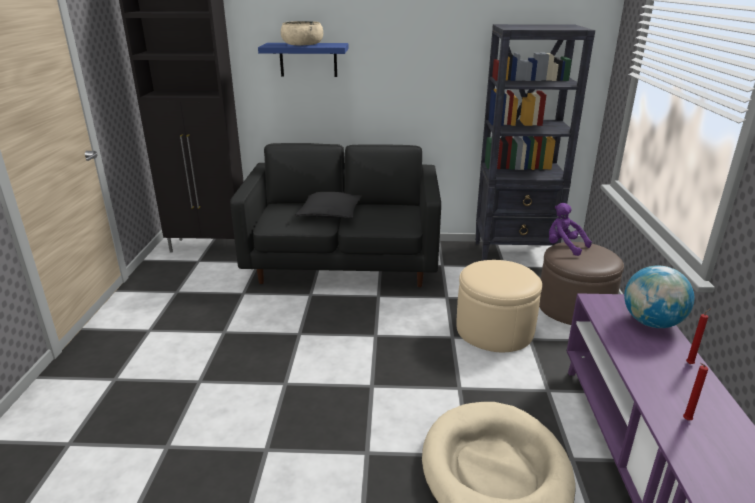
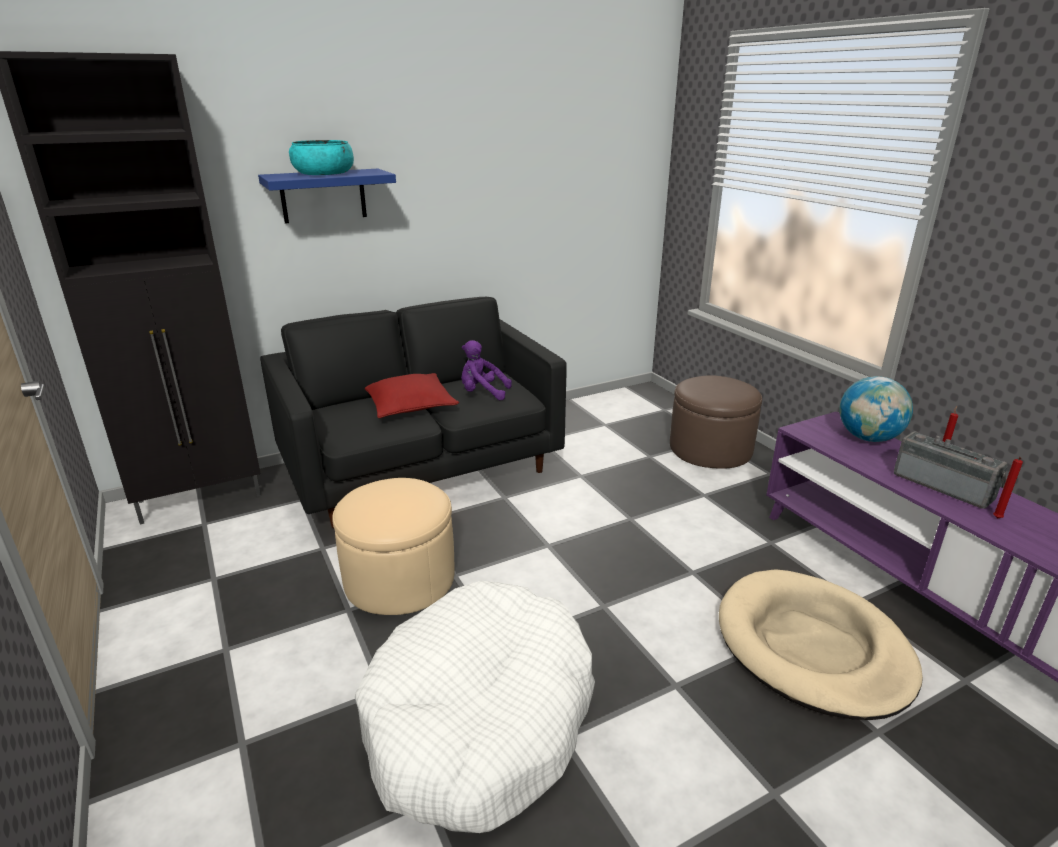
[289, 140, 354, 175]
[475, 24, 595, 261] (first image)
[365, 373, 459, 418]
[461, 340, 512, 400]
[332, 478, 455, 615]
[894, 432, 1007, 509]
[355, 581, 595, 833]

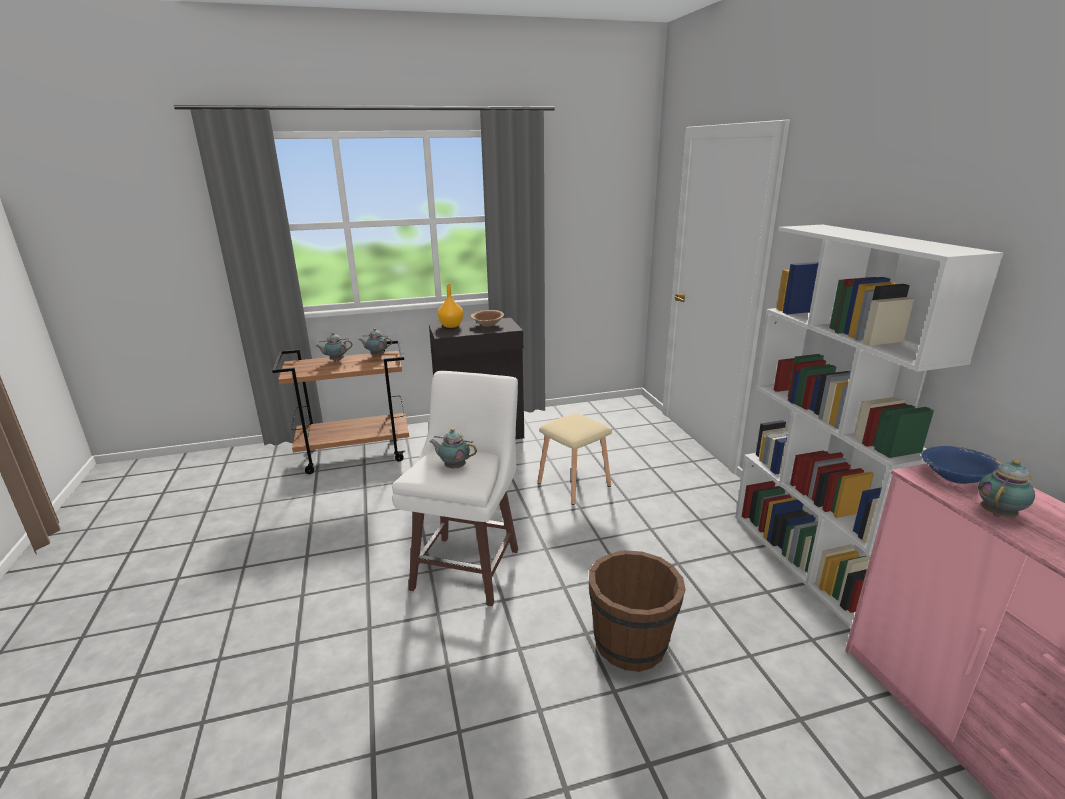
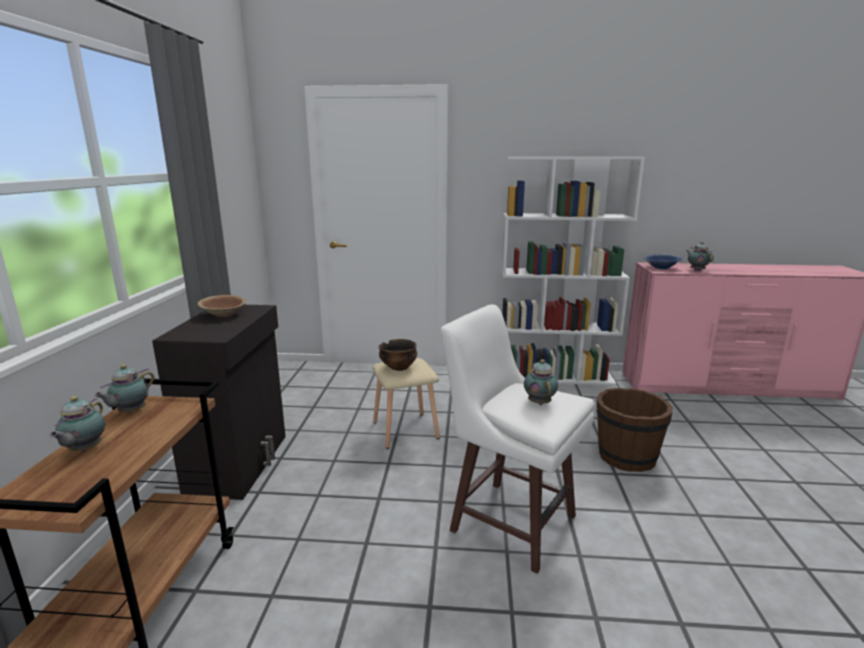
[437, 284, 464, 328] (first image)
[524, 359, 558, 405]
[379, 339, 417, 371]

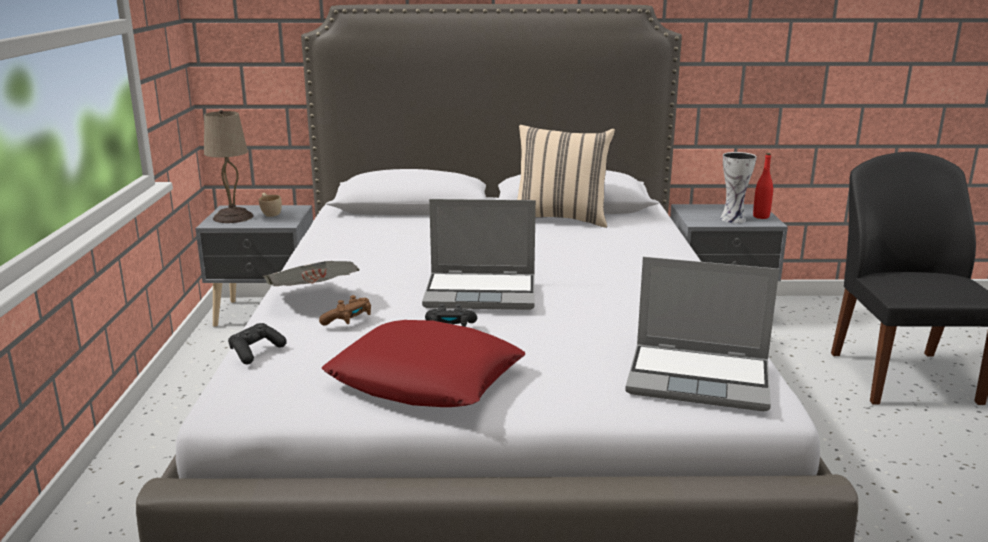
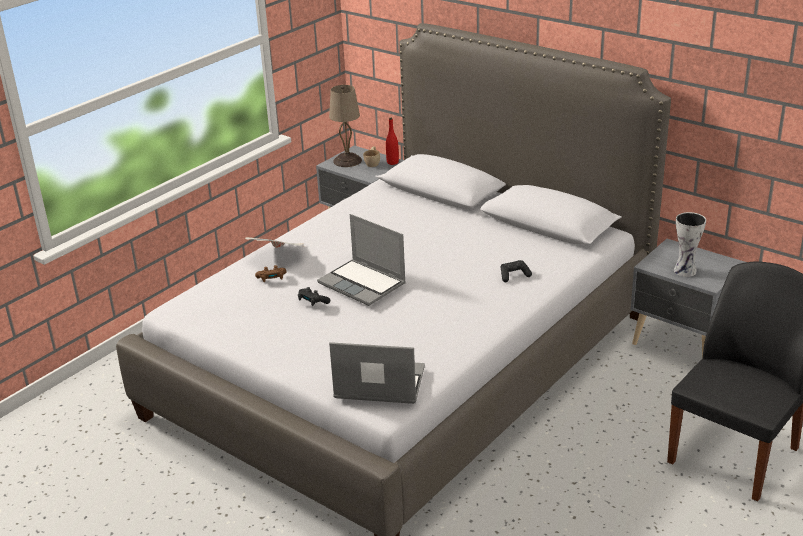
[517, 125, 615, 228] (first image)
[386, 118, 399, 165]
[329, 342, 425, 404]
[322, 320, 525, 407] (first image)
[501, 260, 532, 282]

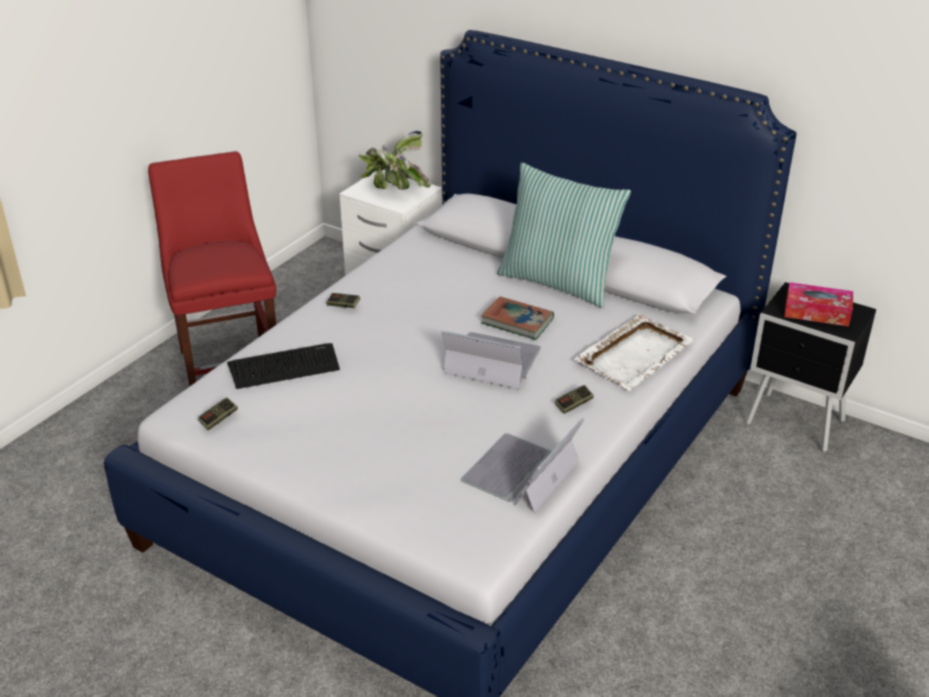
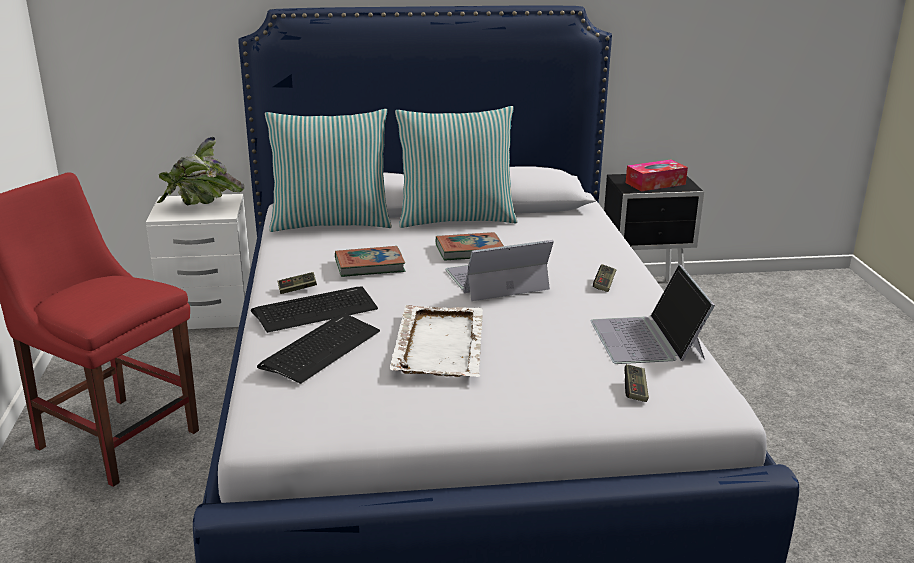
[390, 305, 483, 377]
[624, 364, 649, 402]
[265, 109, 392, 232]
[335, 246, 405, 277]
[251, 286, 378, 333]

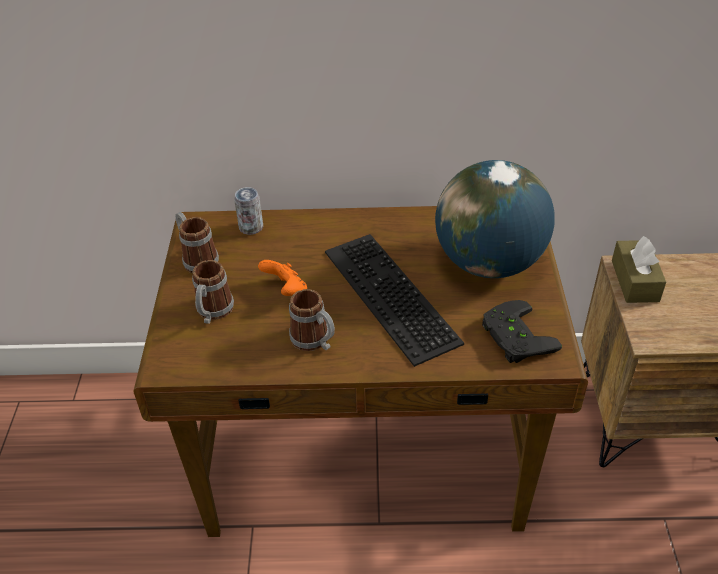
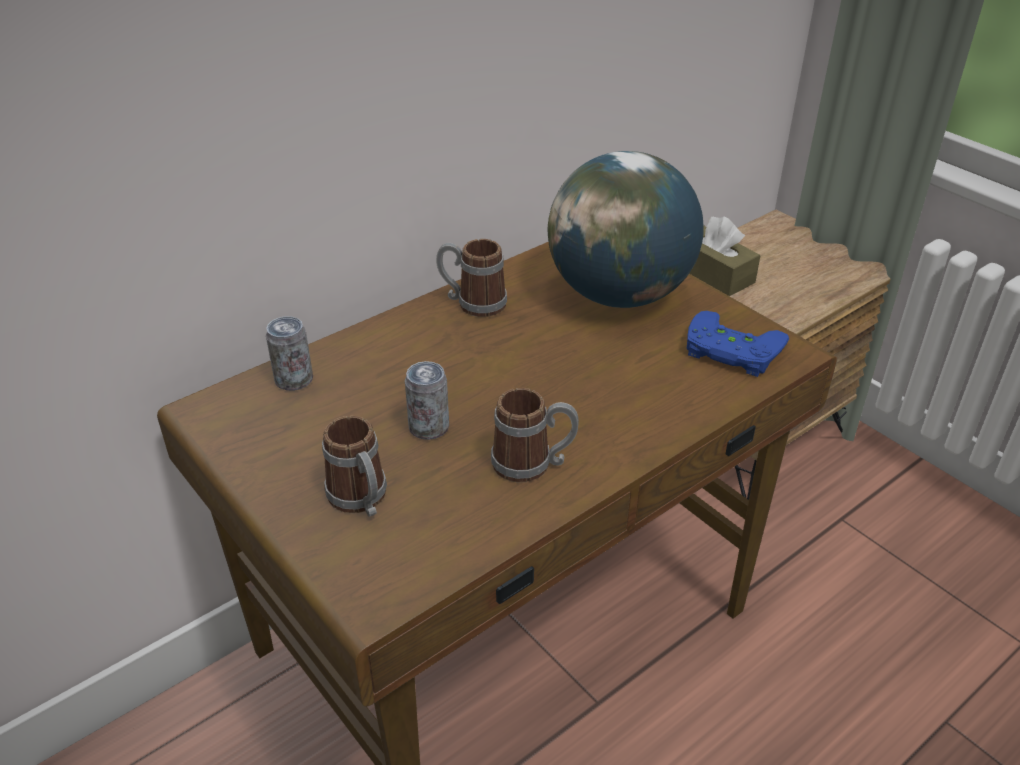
[436, 239, 507, 317]
[325, 234, 464, 367] (first image)
[405, 361, 449, 440]
[687, 311, 789, 377]

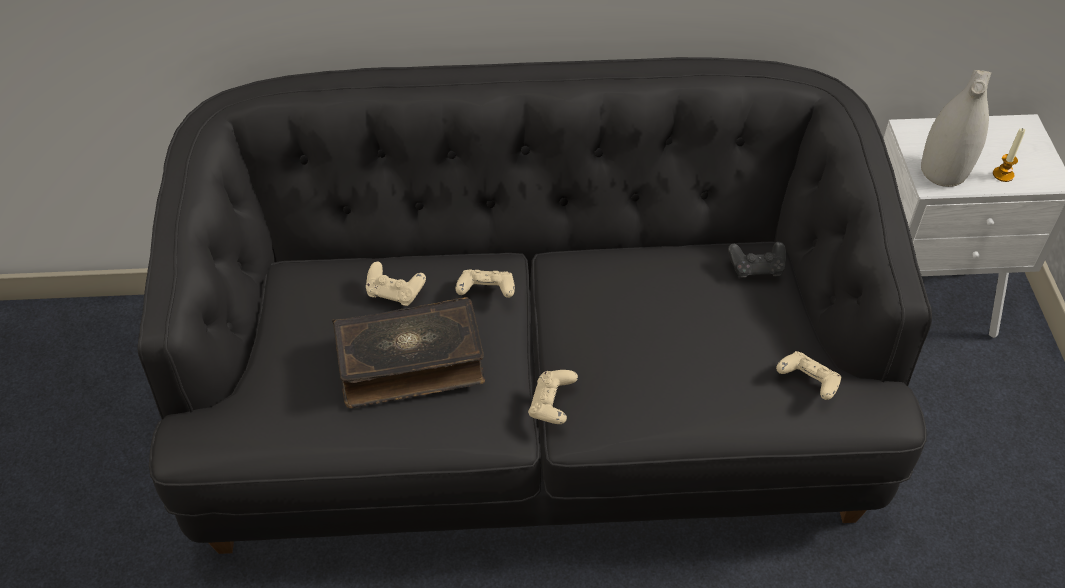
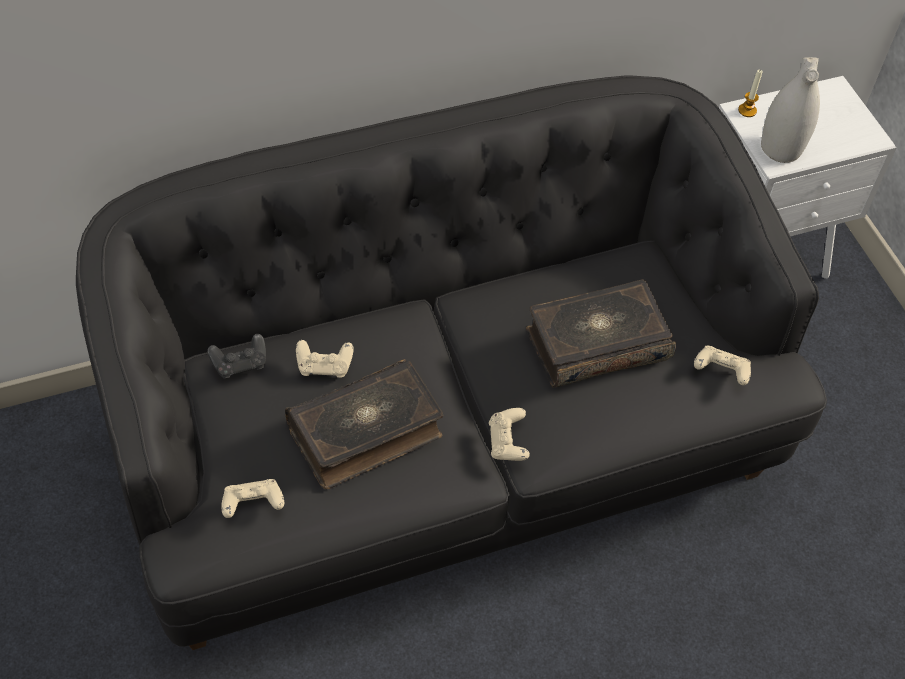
[738, 69, 763, 117]
[207, 334, 266, 379]
[222, 479, 284, 518]
[526, 279, 676, 388]

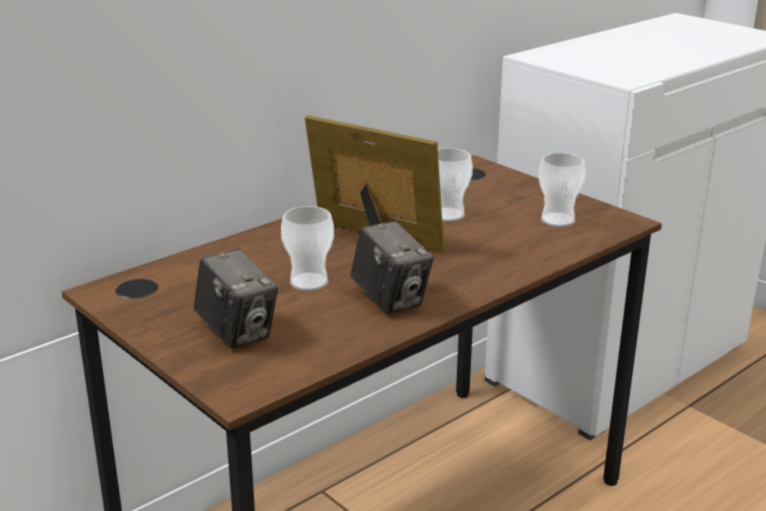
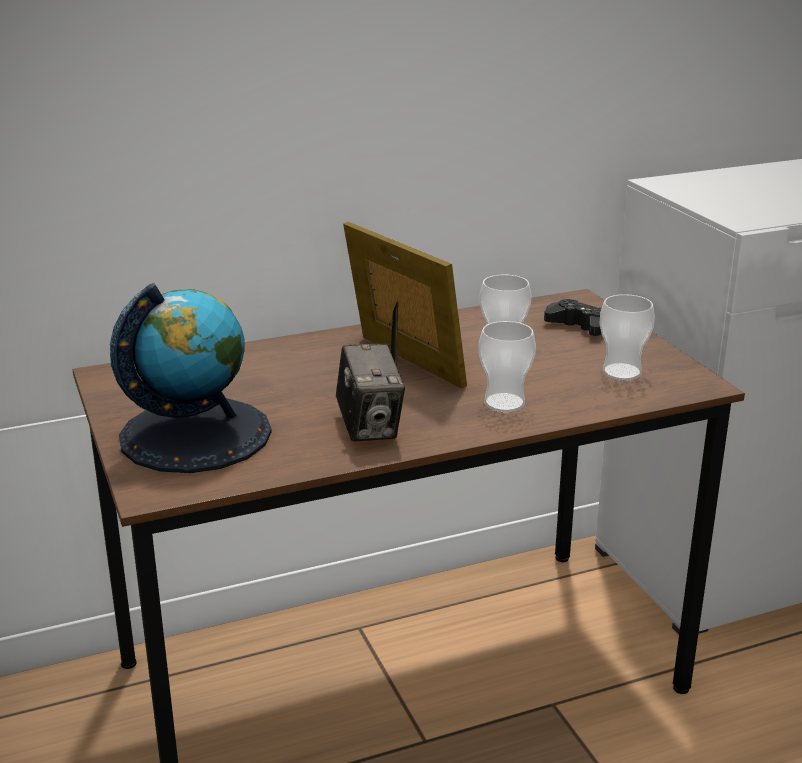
[478, 321, 536, 412]
[110, 283, 272, 473]
[544, 299, 602, 336]

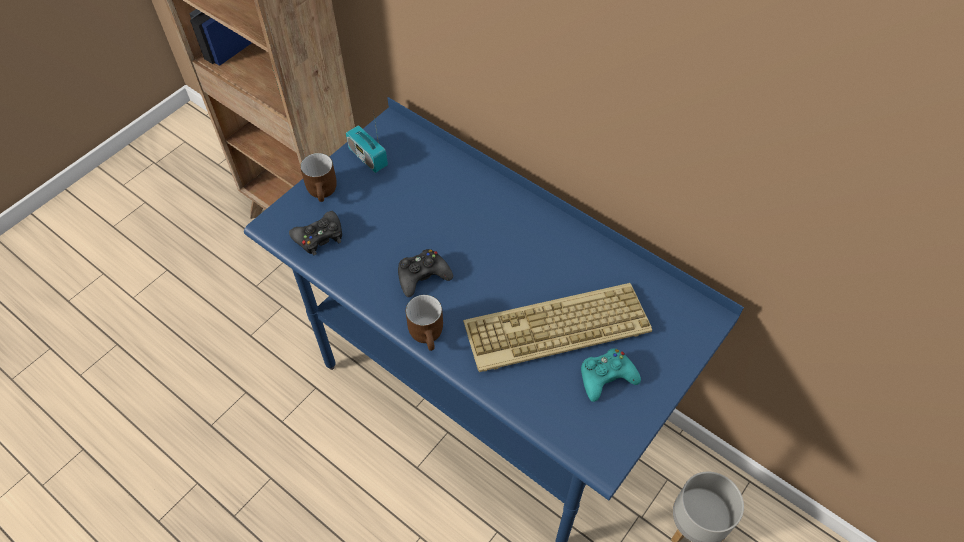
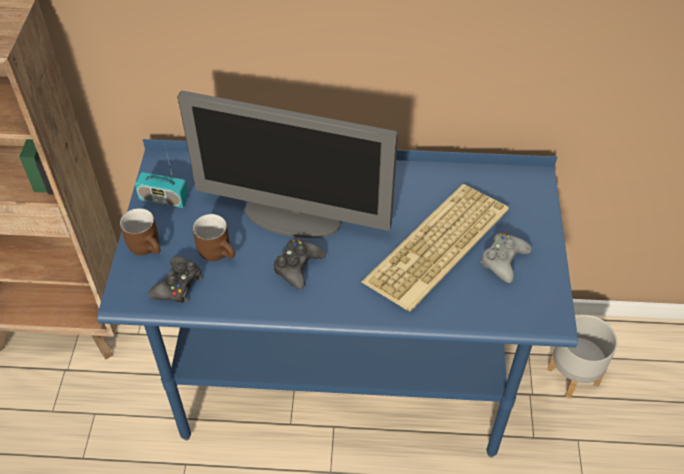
[193, 214, 235, 261]
[480, 233, 532, 283]
[177, 91, 398, 238]

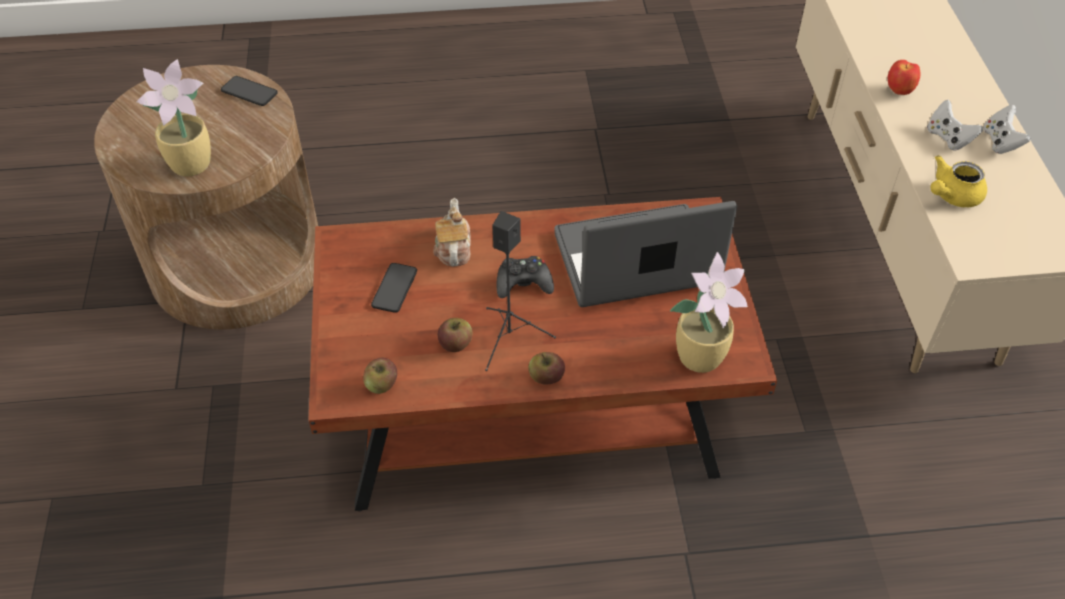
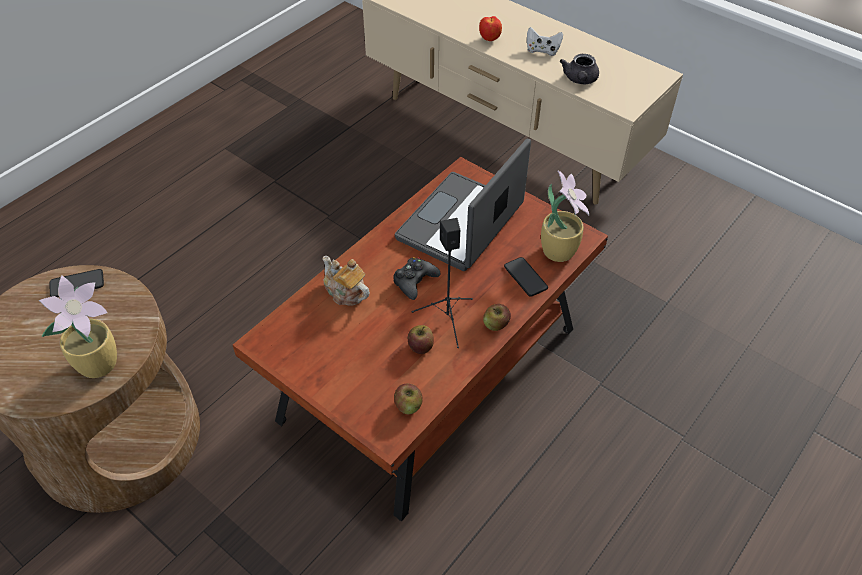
[983, 105, 1031, 154] (first image)
[560, 54, 599, 84]
[504, 257, 548, 297]

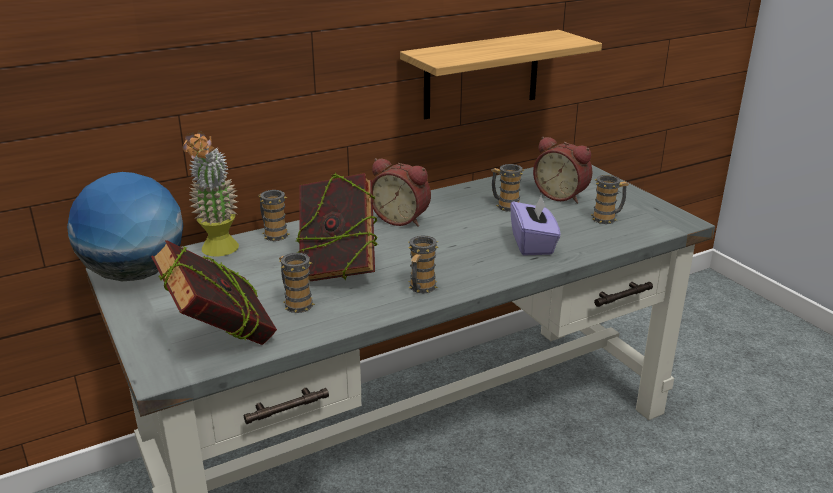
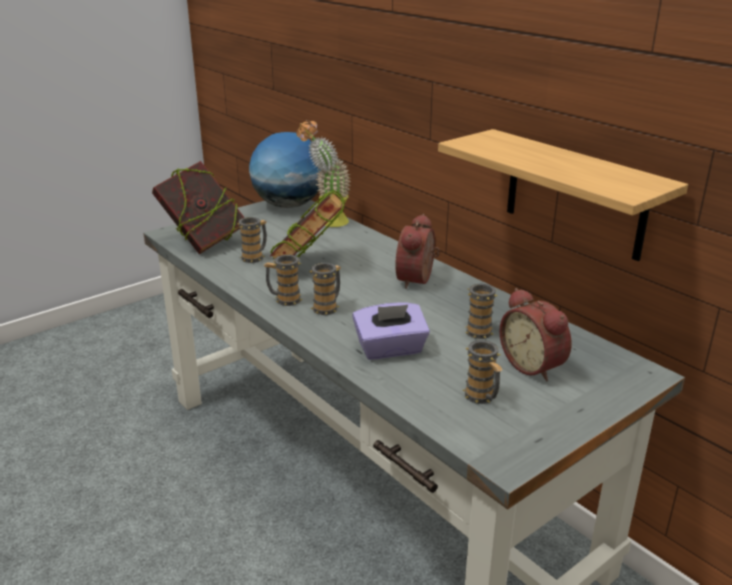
[499, 288, 572, 381]
[309, 263, 341, 315]

